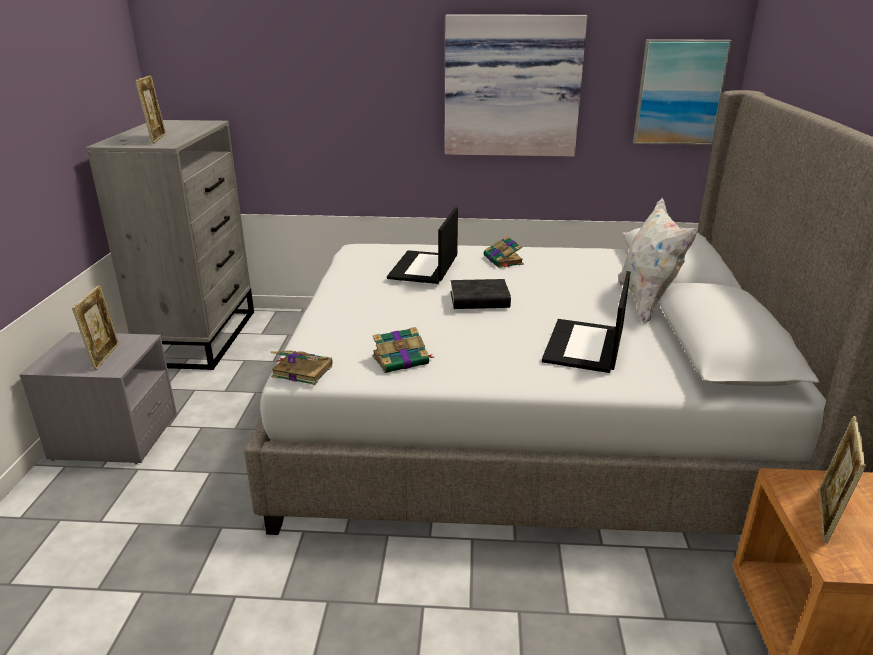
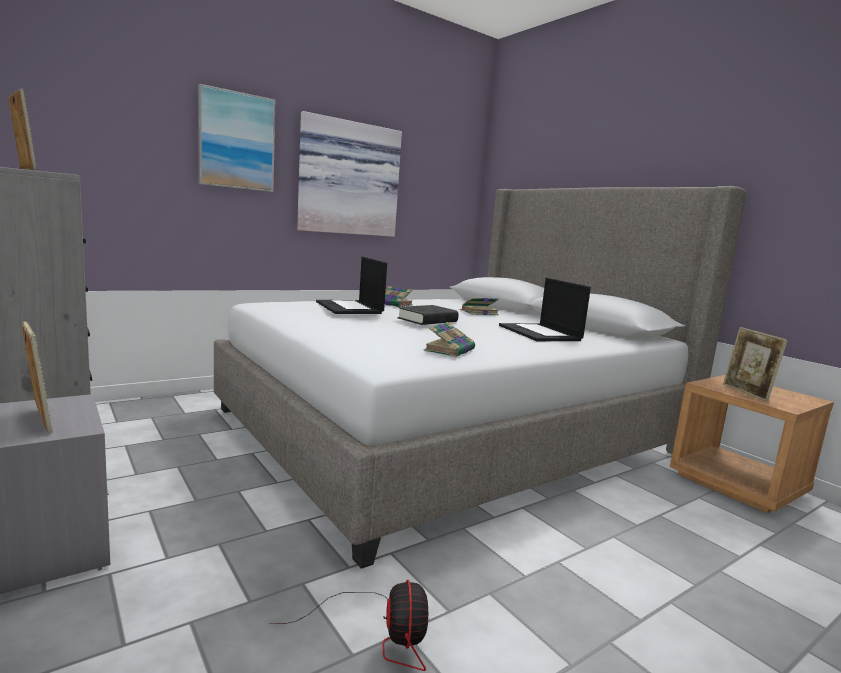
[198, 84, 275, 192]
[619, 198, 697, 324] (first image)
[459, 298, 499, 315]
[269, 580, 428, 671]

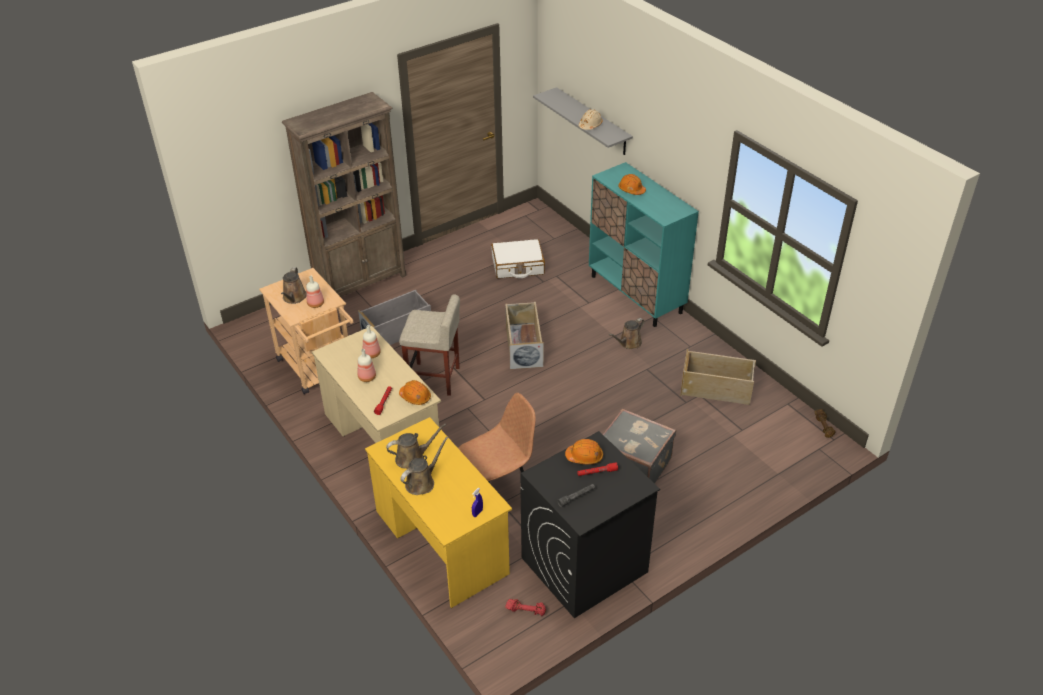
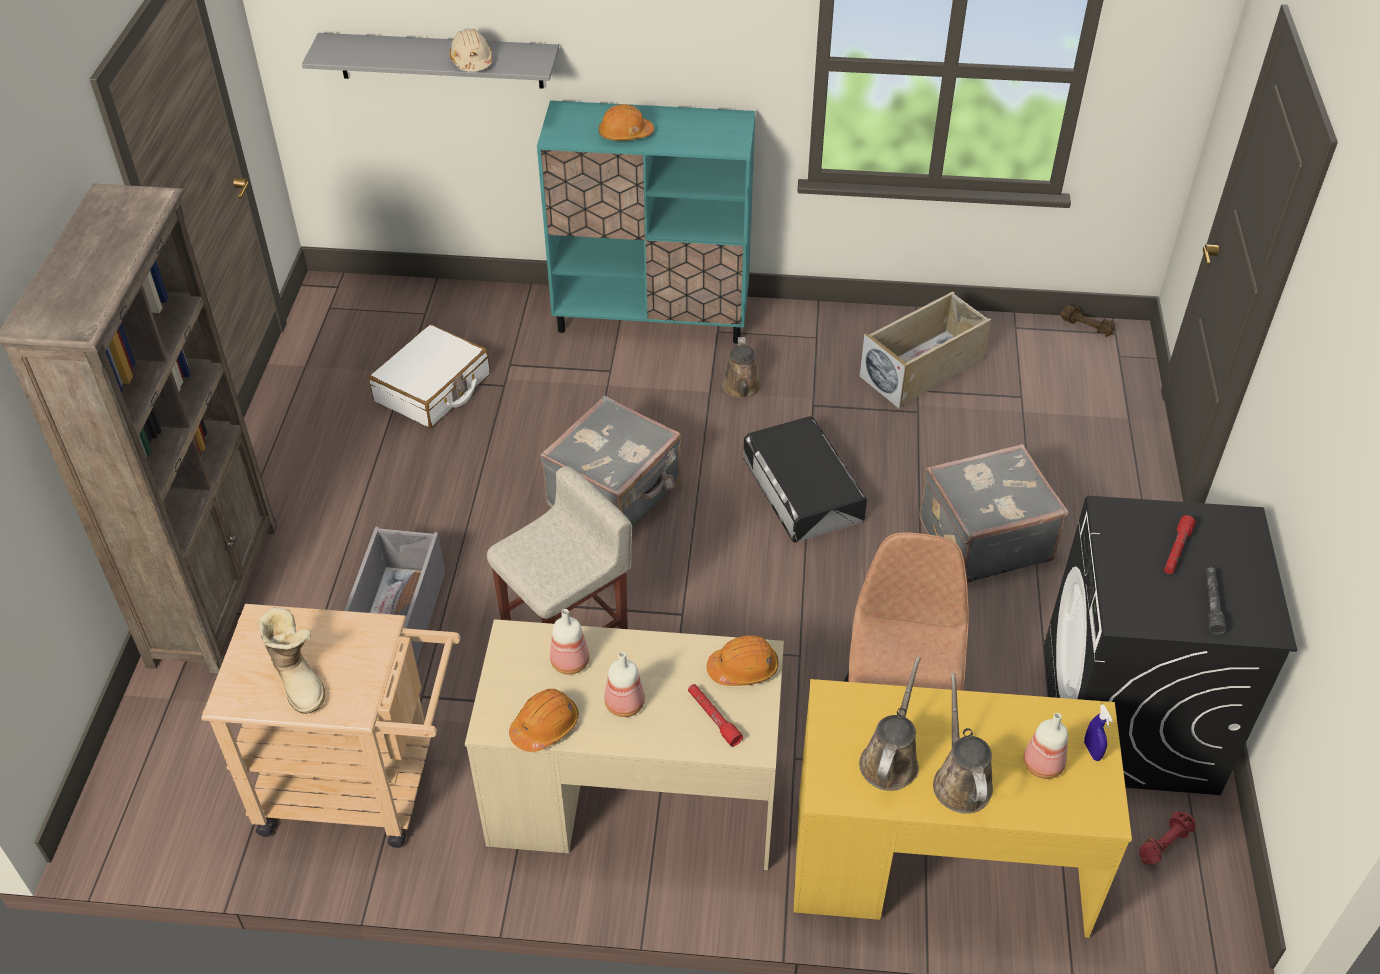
[258, 607, 325, 714]
[1023, 713, 1068, 779]
[540, 396, 682, 530]
[509, 689, 579, 752]
[743, 416, 867, 543]

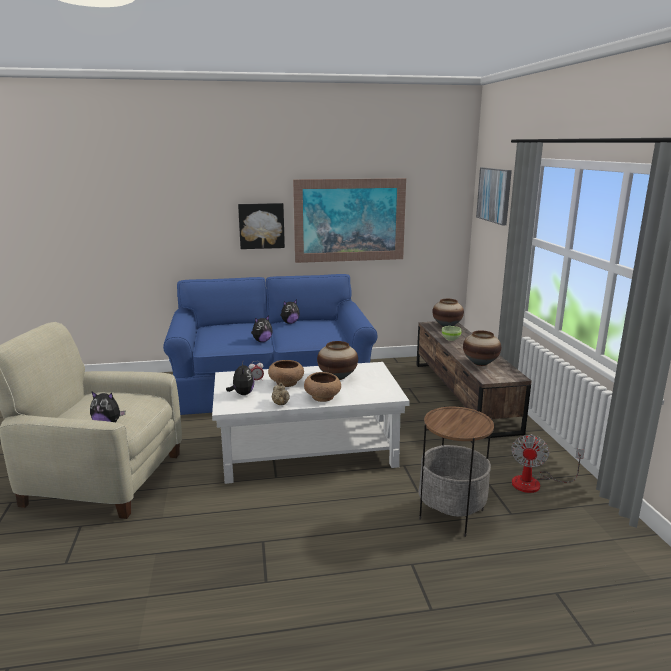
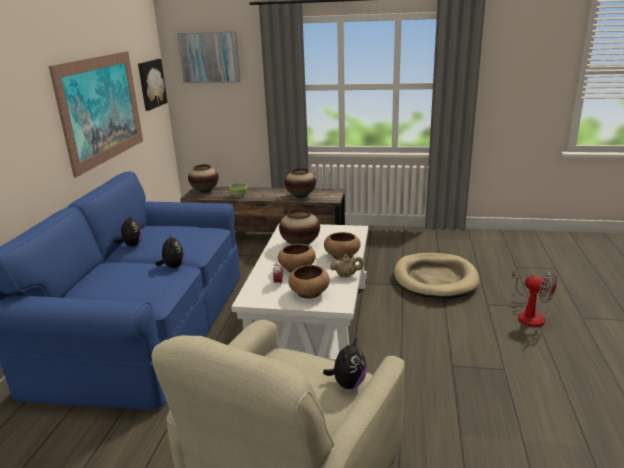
[138, 59, 168, 111]
[289, 265, 330, 299]
[394, 253, 480, 299]
[509, 269, 557, 327]

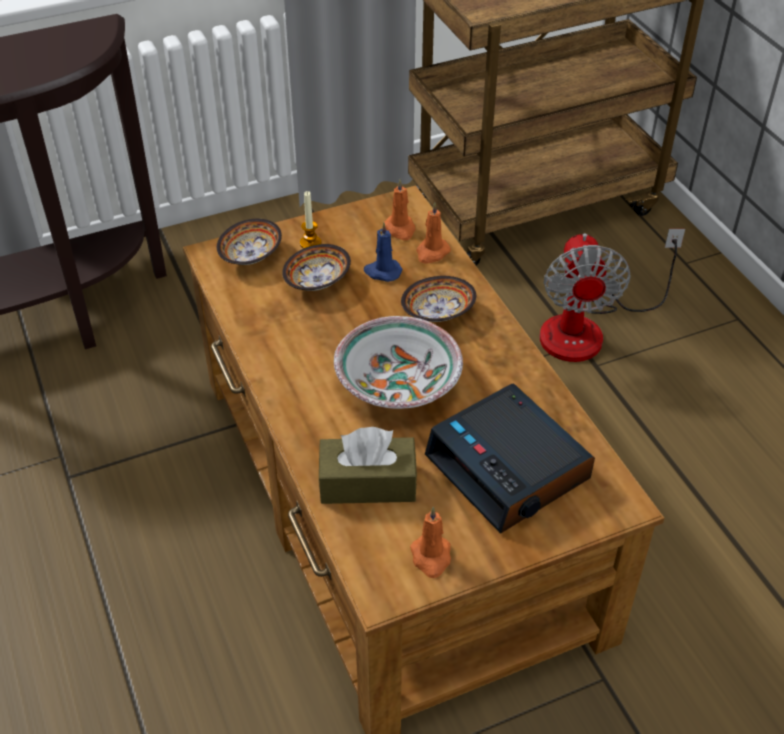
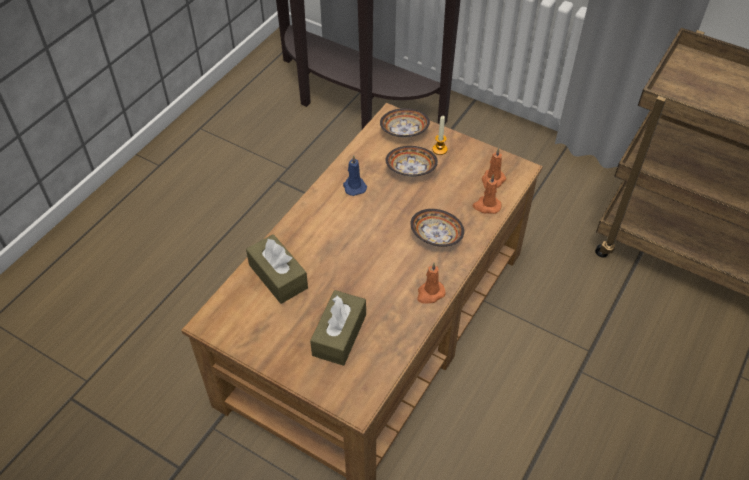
[343, 155, 367, 196]
[540, 229, 685, 362] (first image)
[334, 316, 463, 409] (first image)
[310, 290, 366, 366]
[417, 263, 446, 304]

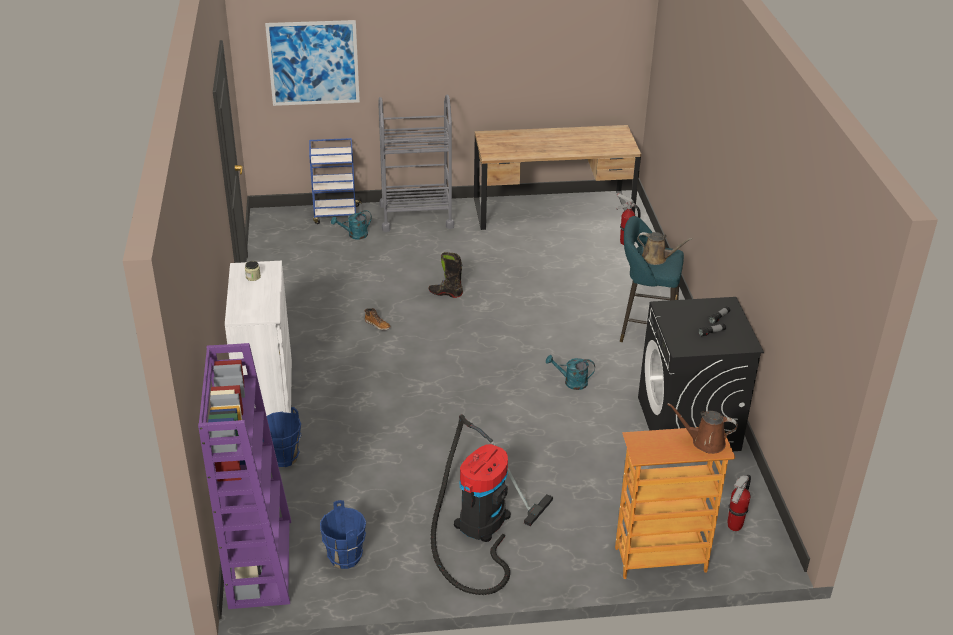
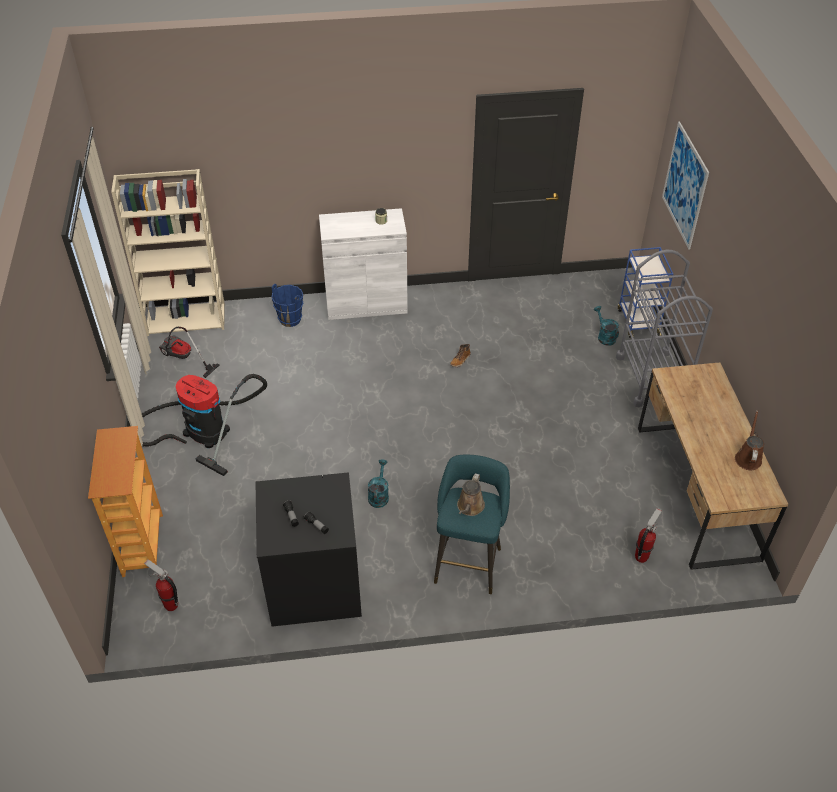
[429, 252, 463, 298] (first image)
[111, 169, 225, 336]
[735, 410, 764, 470]
[159, 327, 220, 378]

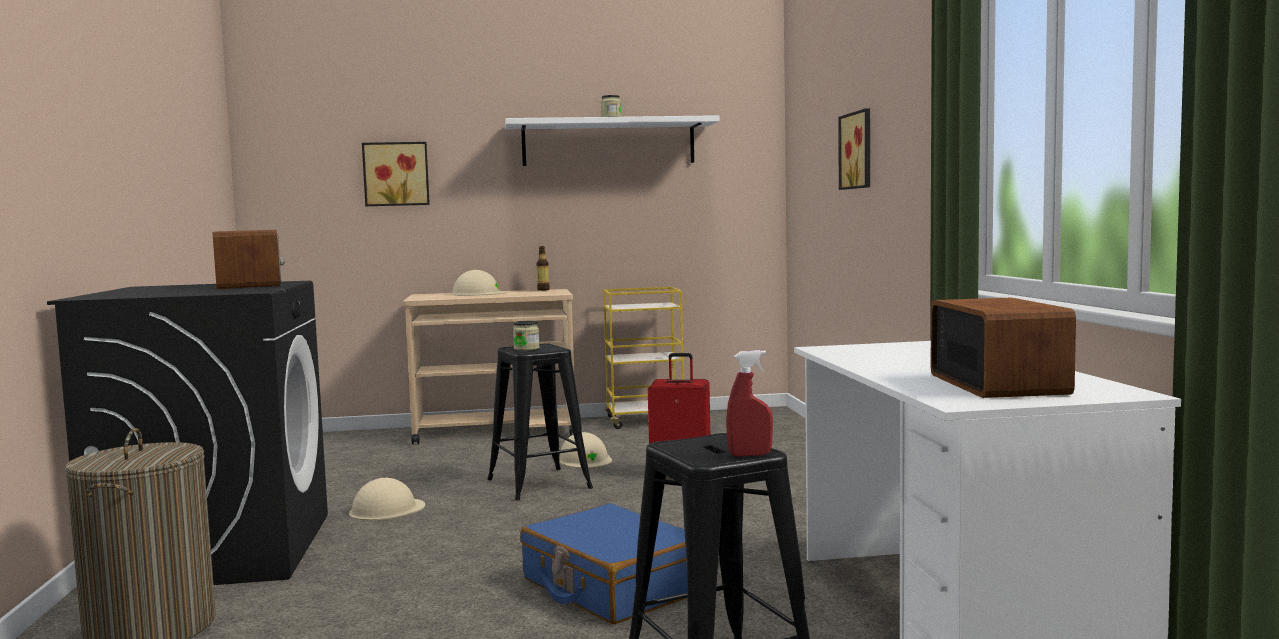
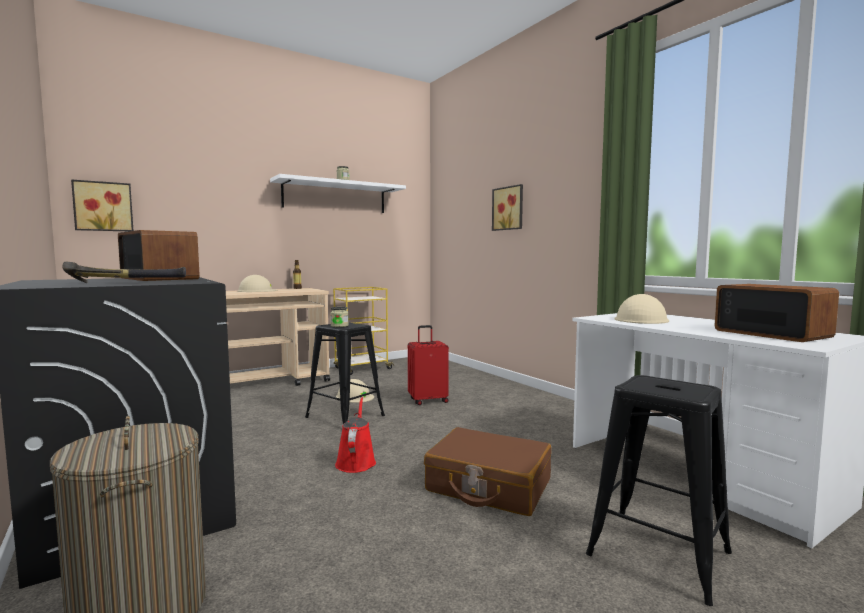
[71, 179, 133, 231]
[726, 350, 773, 457] (first image)
[614, 294, 669, 324]
[424, 427, 552, 516]
[62, 262, 186, 283]
[335, 397, 376, 473]

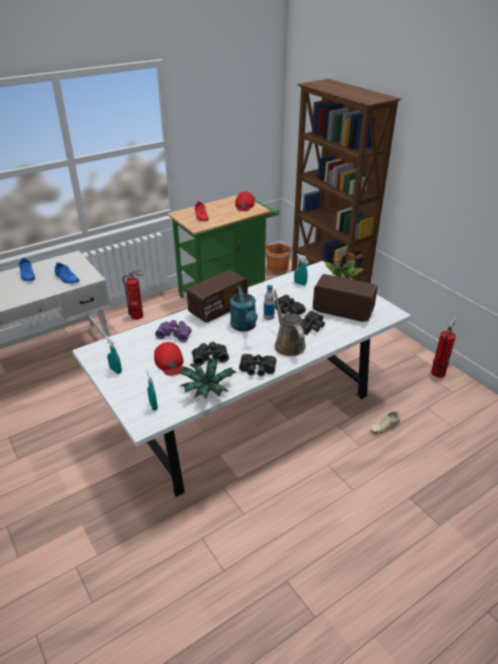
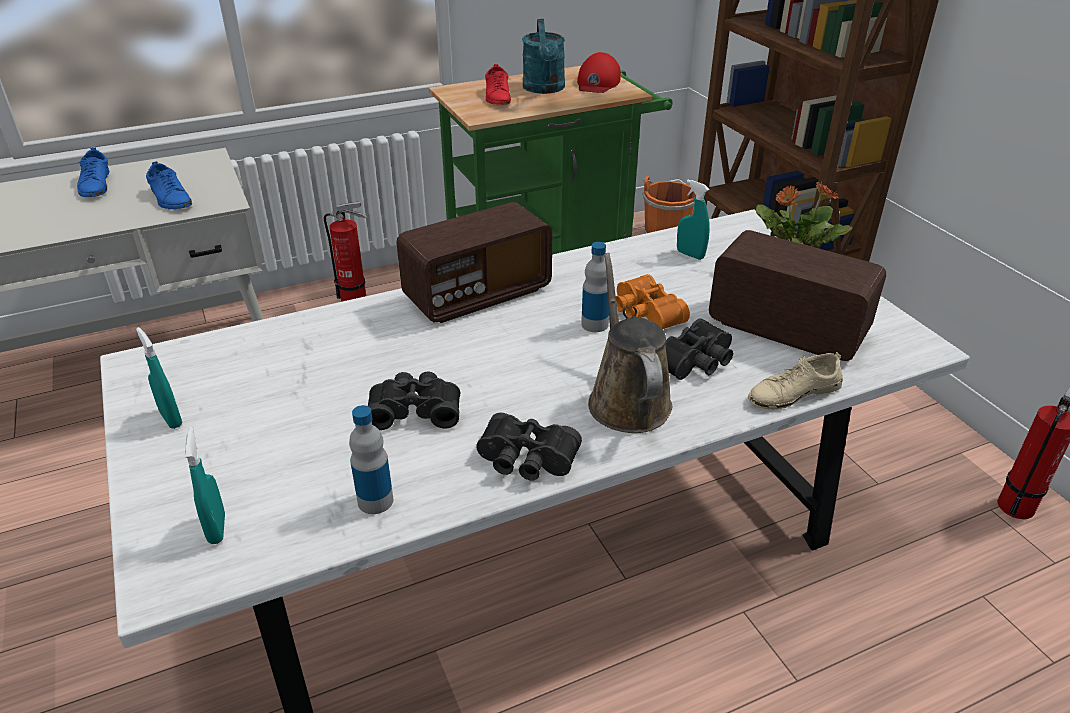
[522, 19, 565, 94]
[616, 274, 690, 329]
[155, 320, 192, 342] (first image)
[154, 342, 184, 376] (first image)
[349, 405, 394, 514]
[748, 352, 843, 410]

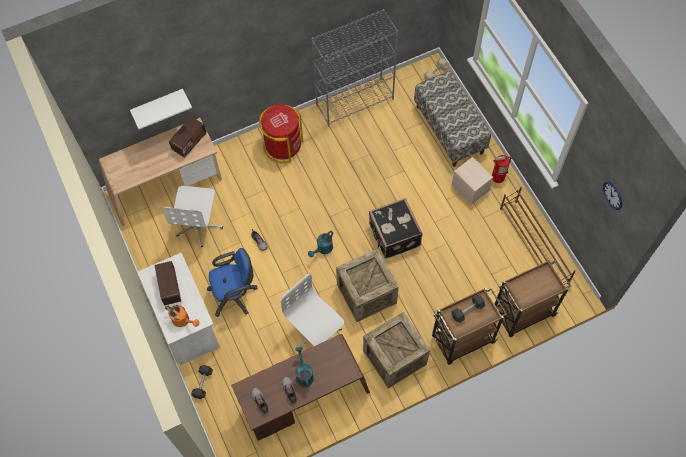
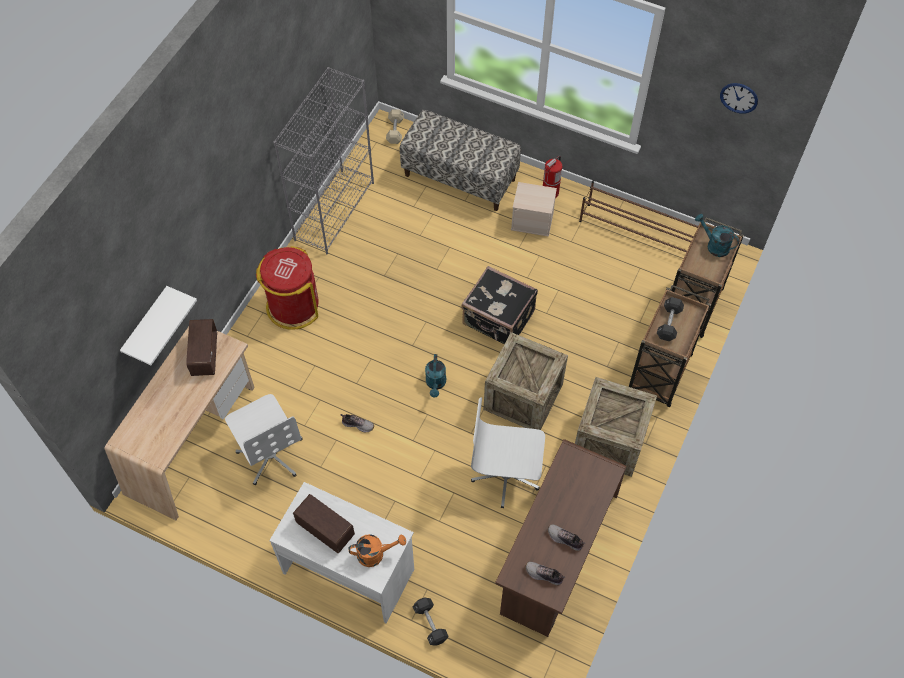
[207, 248, 257, 317] (first image)
[695, 214, 739, 257]

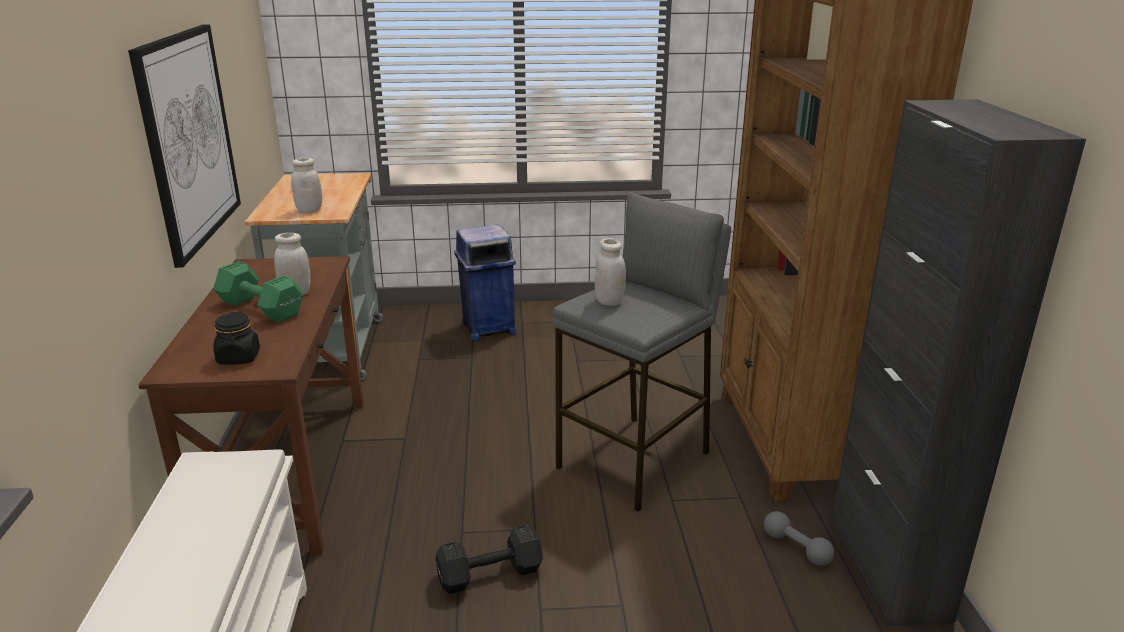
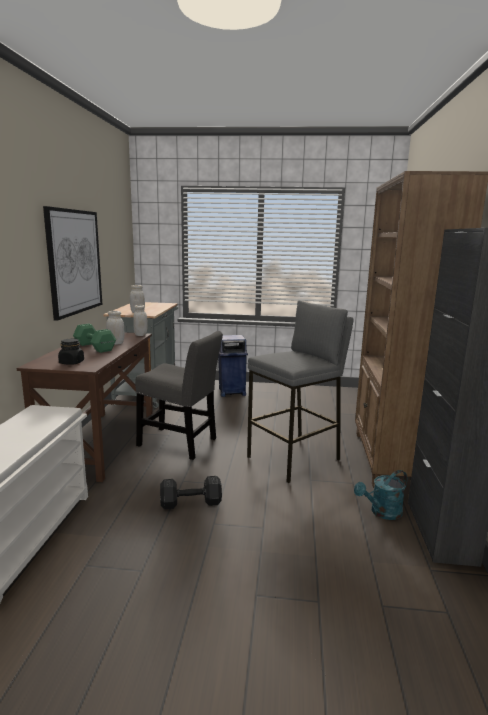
[133, 305, 148, 336]
[354, 470, 407, 520]
[135, 331, 223, 460]

